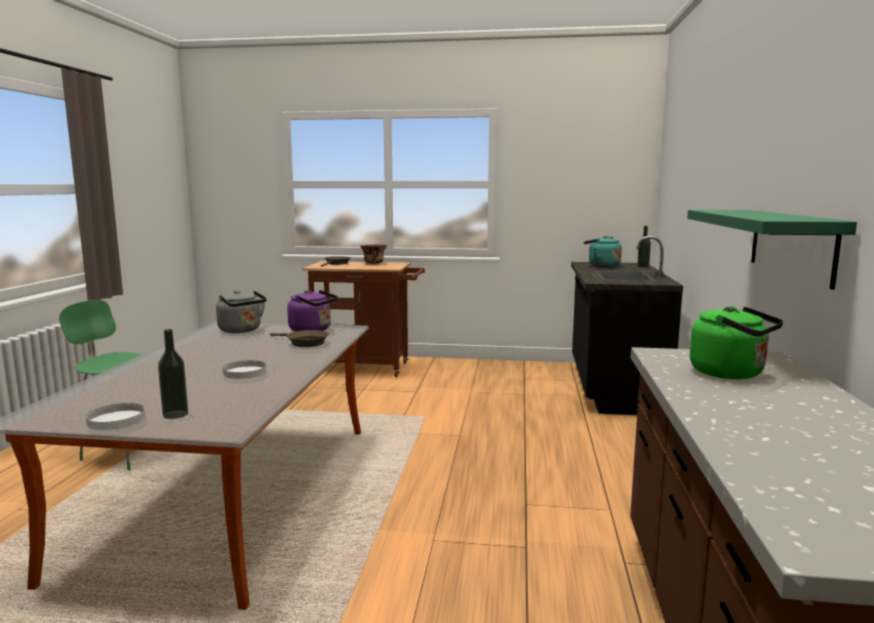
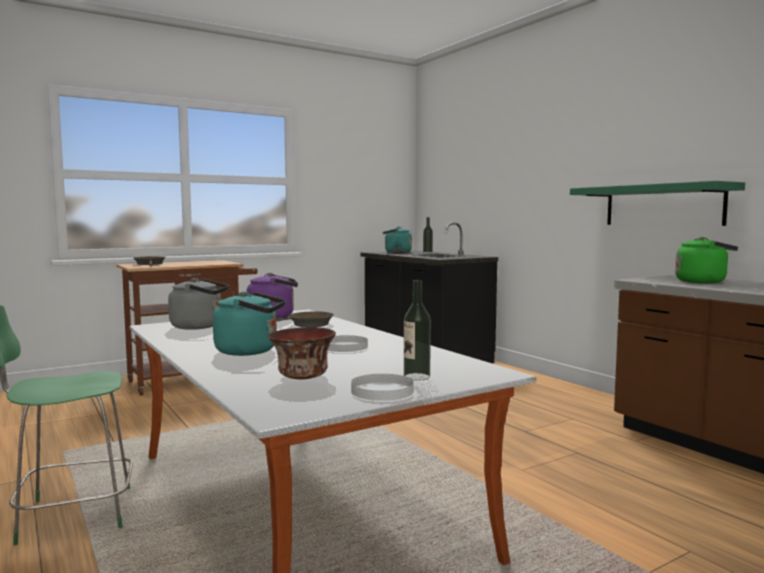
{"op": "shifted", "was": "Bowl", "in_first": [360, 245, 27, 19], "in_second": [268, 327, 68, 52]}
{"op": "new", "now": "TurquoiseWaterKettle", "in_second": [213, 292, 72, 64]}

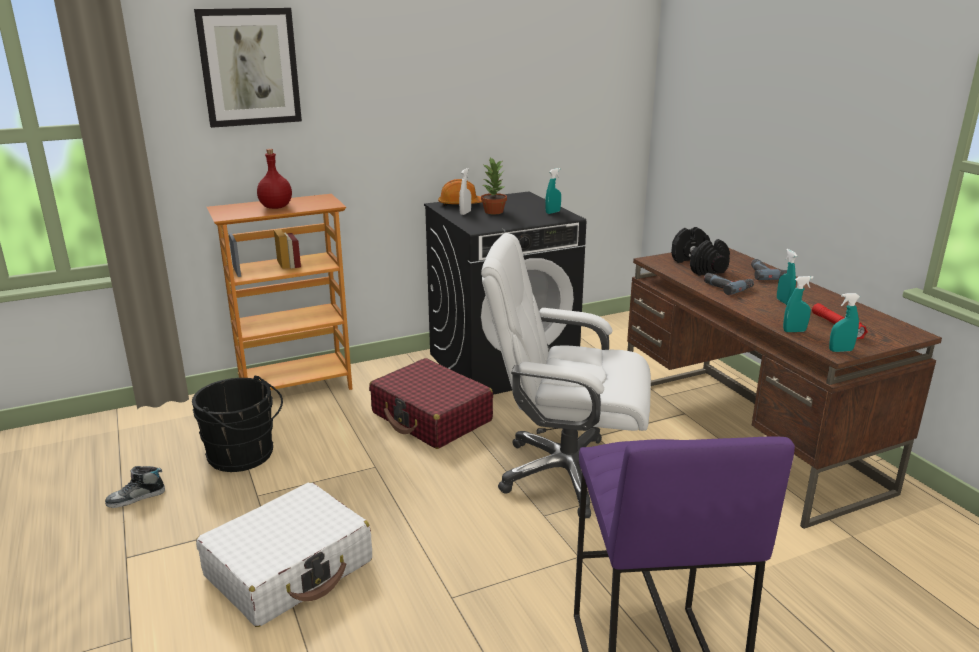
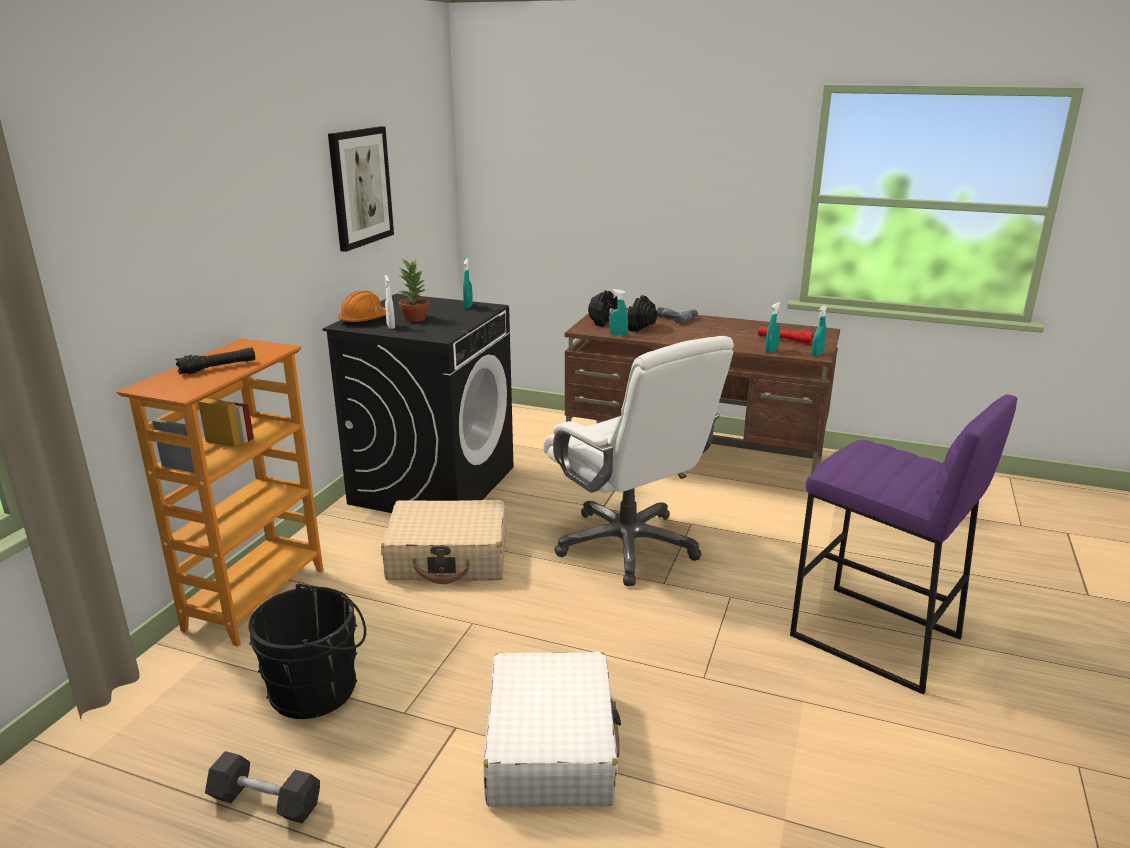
{"op": "shifted", "was": "WallPicture", "in_first": [194, 8, 108, 120], "in_second": [328, 126, 66, 126]}
{"op": "swapped", "was": "RedColouredBeverageBottle", "now": "BlackColouredFlashlight", "in_first": [257, 149, 35, 60], "in_second": [176, 348, 79, 26]}
{"op": "rotated", "was": "WhitishComputerChair", "in_first": [481, 233, 170, 285], "in_second": [543, 336, 191, 250], "clockwise": -90}
{"op": "shifted", "was": "TurquoiseSprayBottle", "in_first": [777, 249, 20, 56], "in_second": [609, 289, 19, 47]}
{"op": "gone", "was": "PowerDrill", "in_first": [704, 273, 50, 22]}
{"op": "repainted", "was": "RedColouredSuitcase", "now": "BeigeColouredSuitcase", "in_first": [369, 358, 124, 91], "in_second": [381, 500, 126, 84]}
{"op": "swapped", "was": "Shoe", "now": "GreyFreeWeight", "in_first": [105, 466, 60, 42], "in_second": [205, 751, 115, 72]}

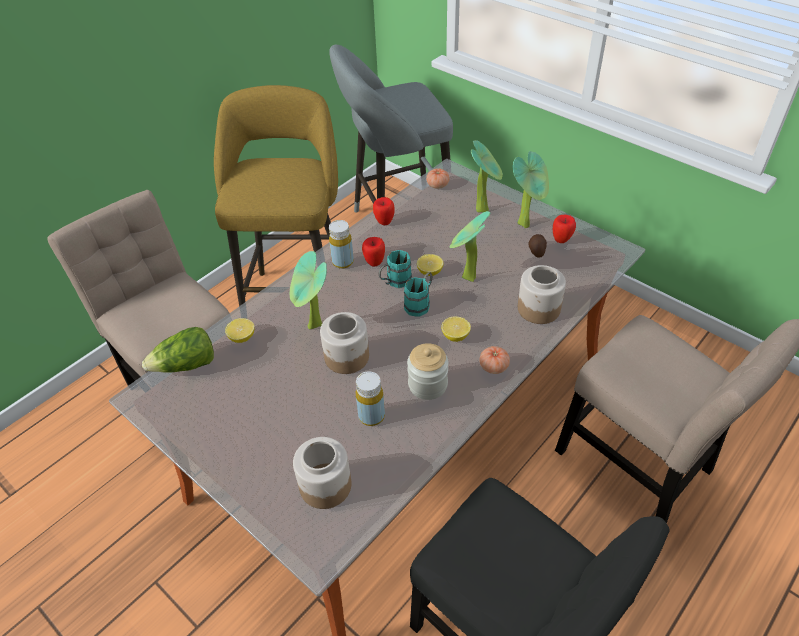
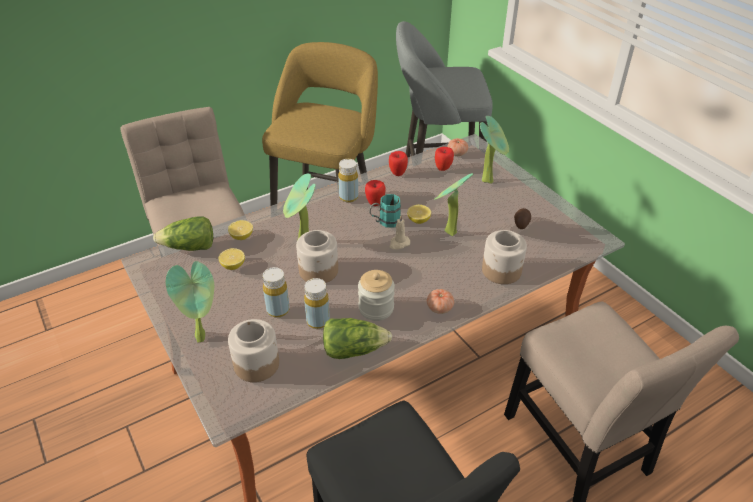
{"op": "shifted", "was": "PottedPlant", "in_first": [513, 151, 36, 77], "in_second": [166, 261, 48, 81]}
{"op": "shifted", "was": "AppleFruit", "in_first": [553, 215, 23, 28], "in_second": [435, 147, 19, 24]}
{"op": "swapped", "was": "TurquoiseTeaMug", "now": "BeigeColouredWaxLight", "in_first": [404, 272, 28, 45], "in_second": [389, 215, 21, 34]}
{"op": "shifted", "was": "WholeLemon", "in_first": [441, 317, 30, 25], "in_second": [219, 248, 26, 22]}
{"op": "new", "now": "YellowBeverageBottle", "in_second": [263, 267, 27, 51]}
{"op": "new", "now": "HeadOfLettuce", "in_second": [323, 318, 69, 41]}

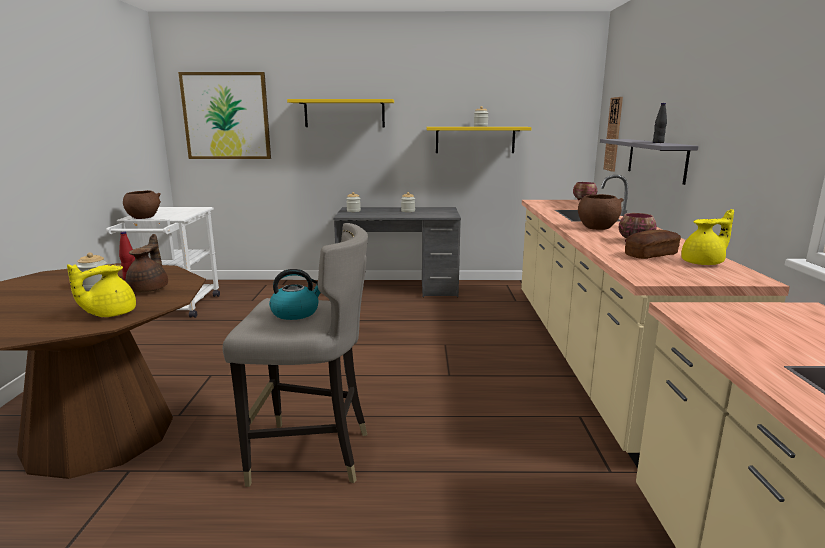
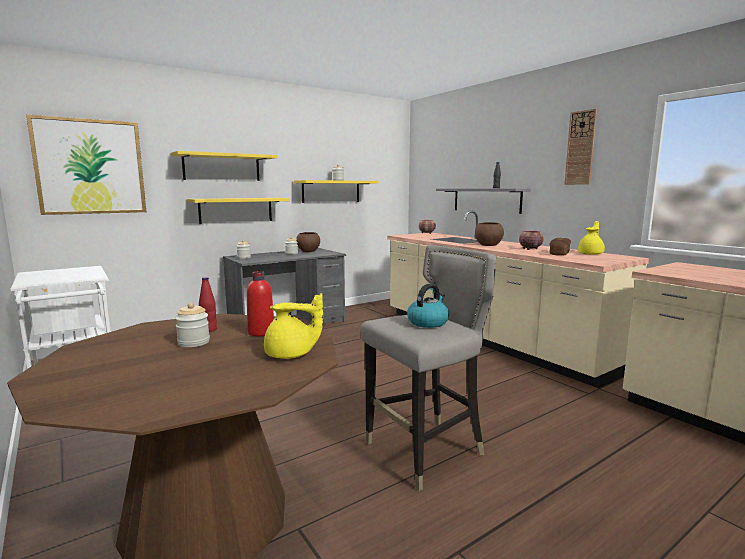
{"op": "shifted", "was": "ClockOnTheWall", "in_first": [603, 97, 20, 75], "in_second": [564, 109, 33, 76]}
{"op": "shifted", "was": "BrownColouredBowl", "in_first": [123, 190, 38, 29], "in_second": [296, 232, 24, 20]}
{"op": "swapped", "was": "BrownColouredPotForTea", "now": "RedColouredBeverageBottle", "in_first": [126, 234, 42, 59], "in_second": [247, 271, 27, 65]}
{"op": "rotated", "was": "YellowPotForTea", "in_first": [67, 264, 69, 53], "in_second": [264, 293, 59, 66], "clockwise": -90}
{"op": "new", "now": "YellowShelf", "in_second": [188, 198, 102, 26]}

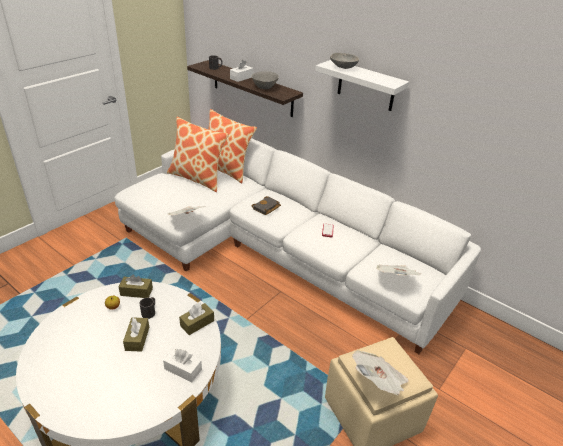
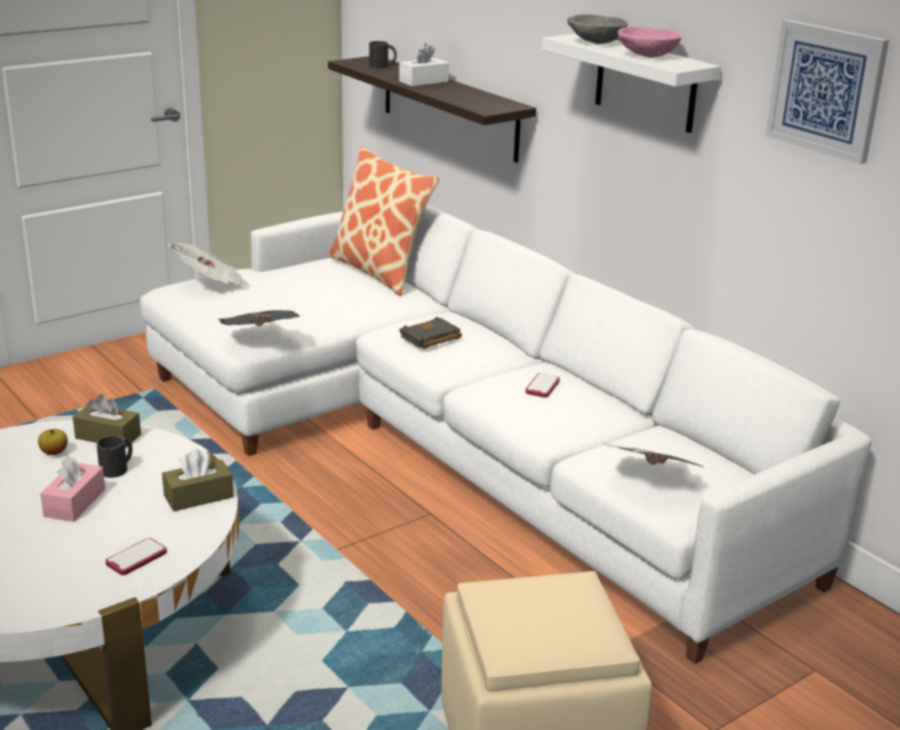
{"op": "gone", "was": "GreyBowl", "in_first": [252, 71, 27, 18]}
{"op": "gone", "was": "Cushion", "in_first": [167, 117, 62, 75]}
{"op": "repainted", "was": "BrownColouredBoxOfTissues", "now": "PinkishBoxOfTissues", "in_first": [123, 317, 26, 35], "in_second": [40, 455, 65, 67]}
{"op": "swapped", "was": "WhitishBoxOfTissues", "now": "Phone", "in_first": [163, 348, 39, 35], "in_second": [106, 538, 61, 37]}
{"op": "shifted", "was": "PrintedPaper", "in_first": [352, 350, 57, 45], "in_second": [167, 243, 84, 43]}
{"op": "new", "now": "WallPicture", "in_second": [765, 20, 124, 144]}
{"op": "new", "now": "PinkishBowl", "in_second": [618, 27, 64, 31]}

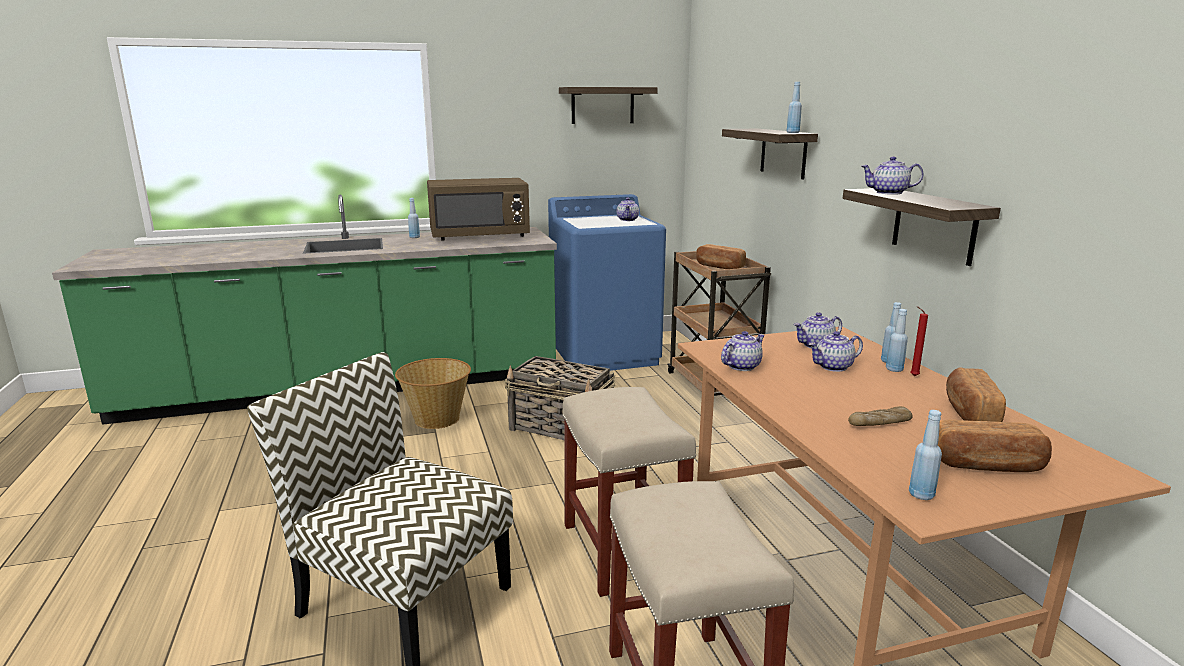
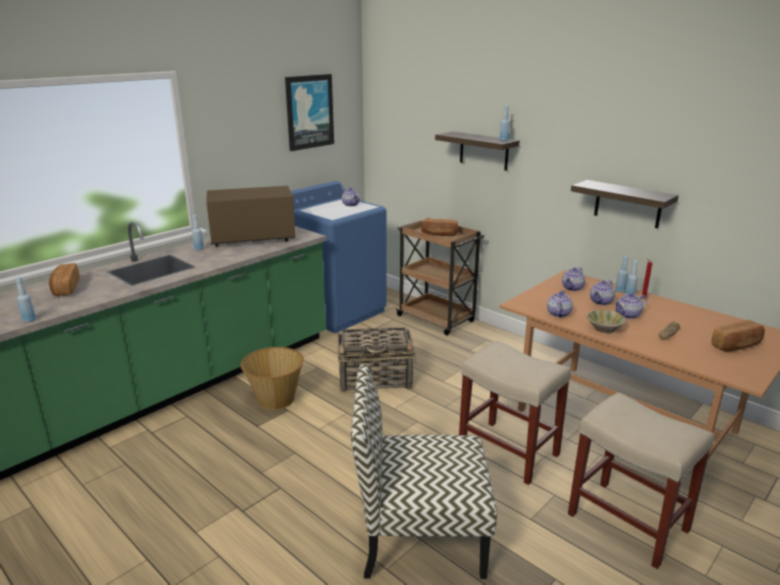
{"op": "swapped", "was": "Shelf", "now": "WallPicture", "in_first": [559, 87, 99, 37], "in_second": [285, 74, 49, 77]}
{"op": "shifted", "was": "PotForTea", "in_first": [861, 156, 62, 39], "in_second": [614, 293, 33, 26]}
{"op": "rotated", "was": "BrownColouredMicrowave", "in_first": [427, 178, 103, 62], "in_second": [206, 186, 90, 61], "clockwise": -150}
{"op": "shifted", "was": "Bread", "in_first": [946, 367, 60, 55], "in_second": [49, 263, 30, 33]}
{"op": "shifted", "was": "BlueColouredBeverageBottle", "in_first": [909, 410, 33, 90], "in_second": [16, 277, 20, 46]}
{"op": "new", "now": "BeigeColouredBowl", "in_second": [587, 309, 39, 24]}

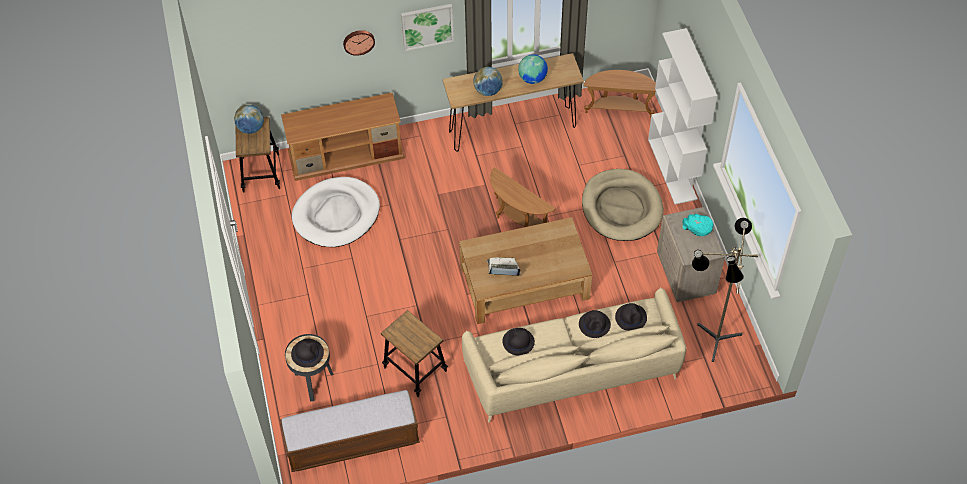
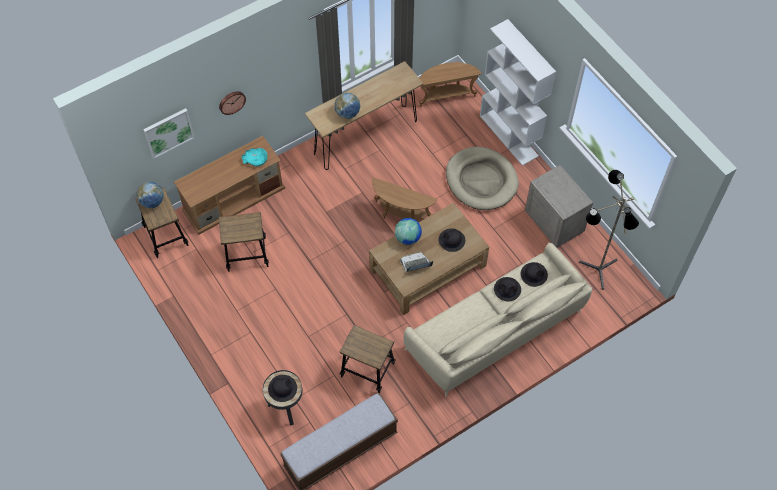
{"op": "shifted", "was": "WallPicture", "in_first": [401, 4, 53, 47], "in_second": [143, 108, 52, 51]}
{"op": "shifted", "was": "WorldGlobe", "in_first": [518, 54, 30, 30], "in_second": [395, 218, 27, 27]}
{"op": "swapped", "was": "WhitishDogBed", "now": "StoolSeat", "in_first": [292, 177, 88, 70], "in_second": [219, 212, 50, 60]}
{"op": "shifted", "was": "TurquoiseBowl", "in_first": [682, 214, 32, 22], "in_second": [242, 148, 25, 18]}
{"op": "shifted", "was": "BlackColouredHat", "in_first": [502, 328, 33, 28], "in_second": [439, 228, 26, 24]}

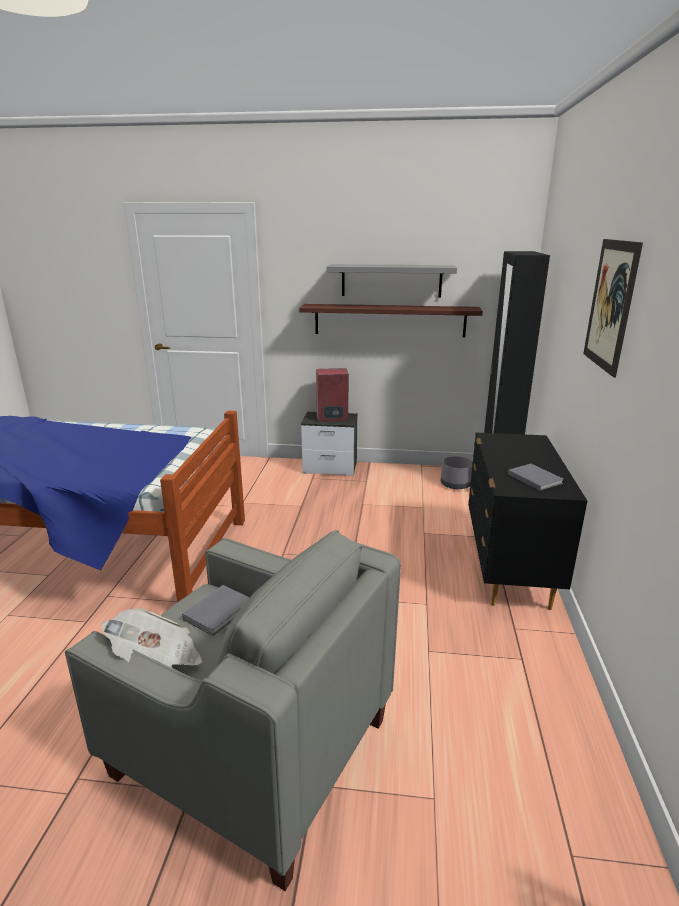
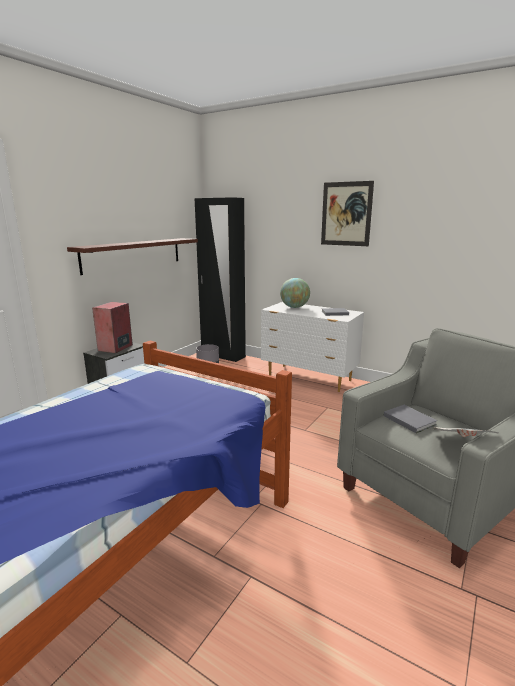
{"op": "gone", "was": "GreyShelf", "in_first": [327, 264, 130, 34]}
{"op": "repainted", "was": "BlackColouredDresser", "now": "WhitishDresser", "in_first": [468, 433, 119, 177], "in_second": [261, 302, 103, 90]}
{"op": "new", "now": "WorldGlobe", "in_second": [280, 278, 30, 30]}

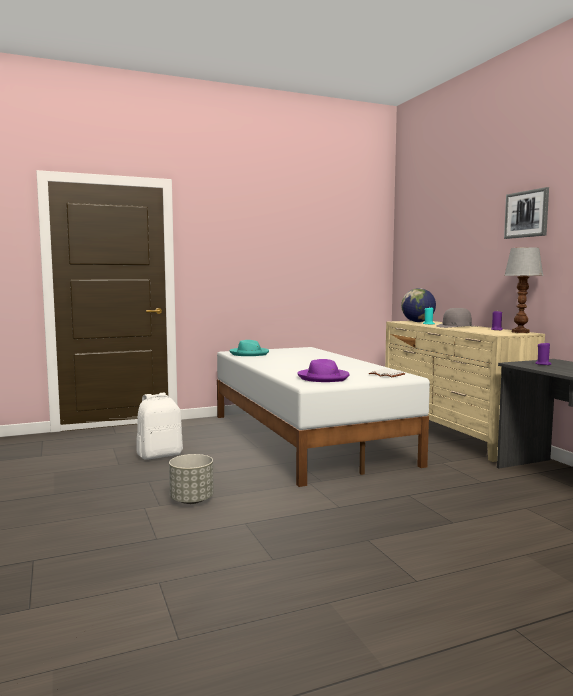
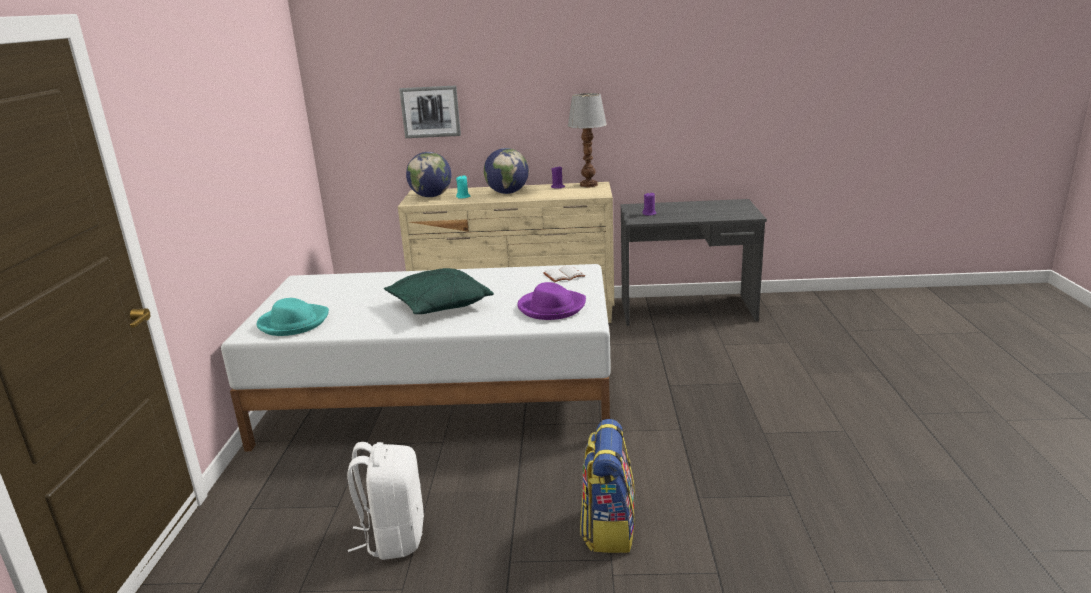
{"op": "shifted", "was": "WallPicture", "in_first": [504, 187, 45, 52], "in_second": [399, 85, 62, 53]}
{"op": "swapped", "was": "GreyHat", "now": "WorldGlobe", "in_first": [436, 308, 41, 20], "in_second": [484, 148, 45, 46]}
{"op": "swapped", "was": "GreyPlantPot", "now": "Rucksack", "in_first": [169, 454, 45, 50], "in_second": [580, 419, 55, 134]}
{"op": "new", "now": "GreenColouredCushion", "in_second": [384, 268, 110, 46]}

